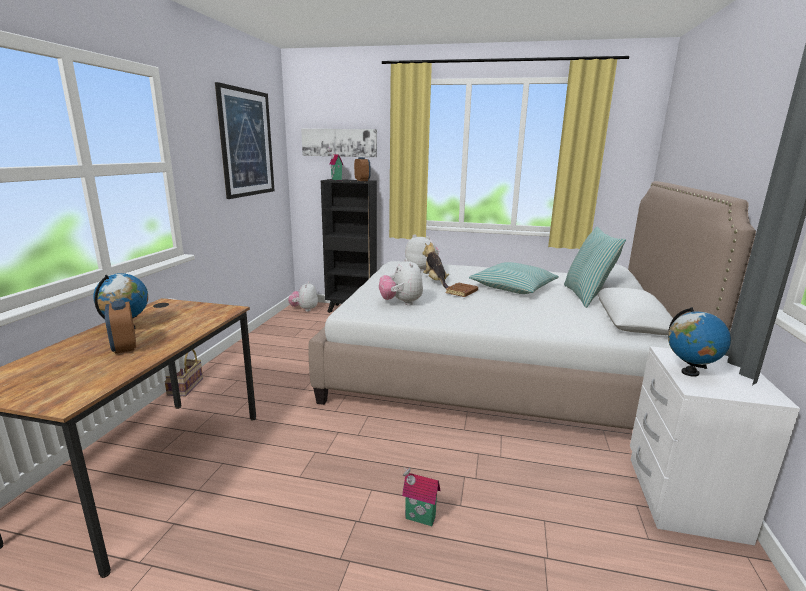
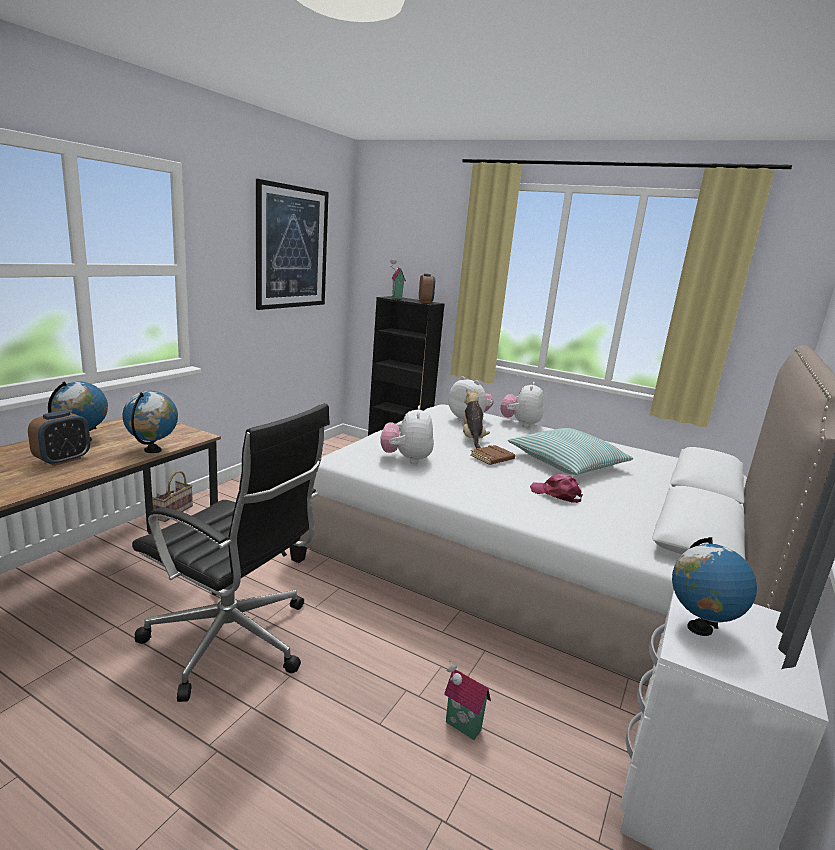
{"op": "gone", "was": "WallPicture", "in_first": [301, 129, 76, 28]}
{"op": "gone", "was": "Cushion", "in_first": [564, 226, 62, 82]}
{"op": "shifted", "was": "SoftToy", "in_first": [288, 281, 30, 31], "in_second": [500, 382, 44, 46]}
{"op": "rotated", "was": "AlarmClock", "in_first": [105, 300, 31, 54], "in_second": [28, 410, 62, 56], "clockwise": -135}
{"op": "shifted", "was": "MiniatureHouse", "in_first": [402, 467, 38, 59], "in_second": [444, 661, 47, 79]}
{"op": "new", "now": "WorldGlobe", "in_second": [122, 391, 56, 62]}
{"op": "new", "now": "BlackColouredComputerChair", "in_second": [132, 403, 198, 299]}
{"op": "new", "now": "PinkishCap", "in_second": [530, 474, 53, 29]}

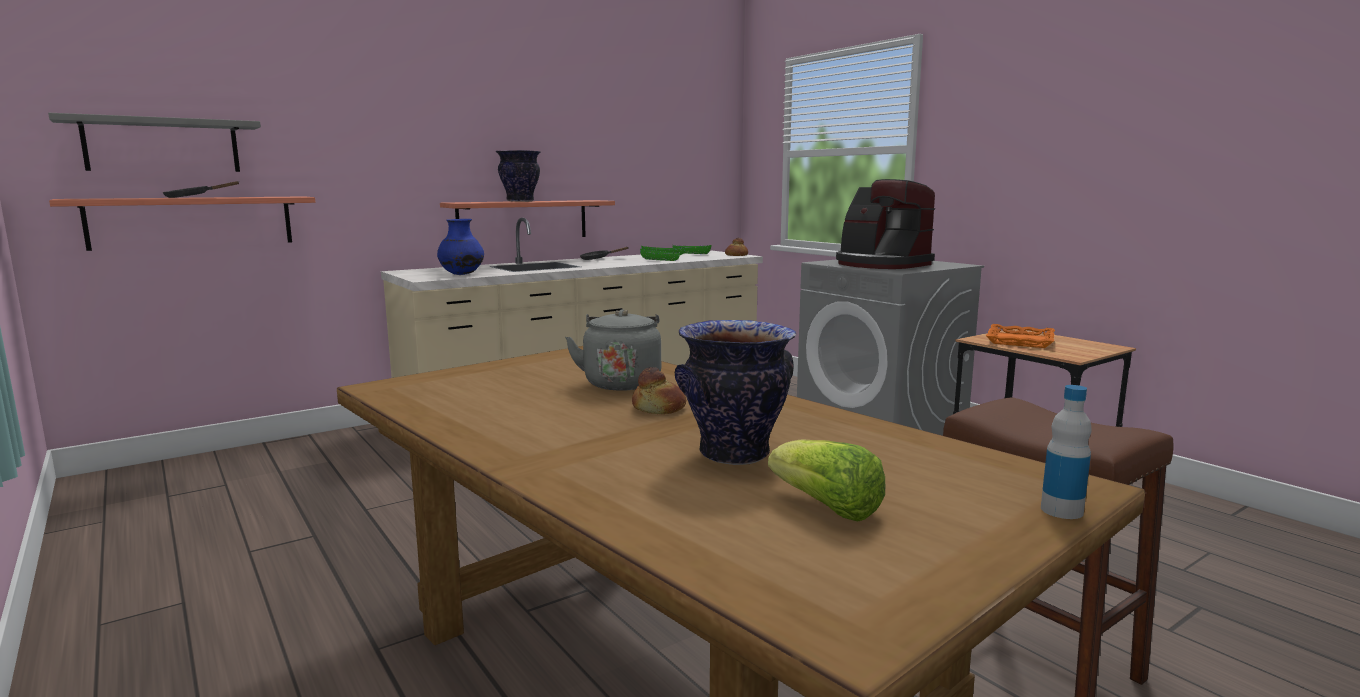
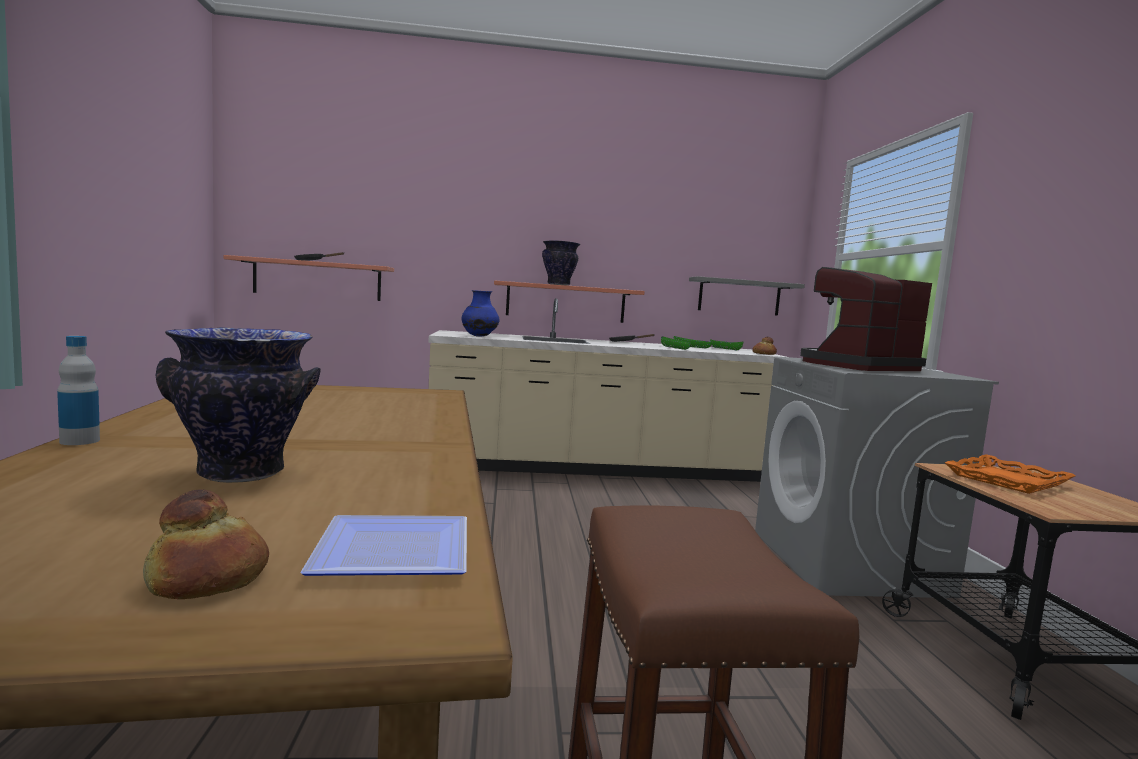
{"op": "shifted", "was": "GreyShelf", "in_first": [48, 113, 213, 59], "in_second": [689, 276, 116, 40]}
{"op": "rotated", "was": "CoffeeMachine", "in_first": [836, 179, 99, 90], "in_second": [800, 267, 132, 104], "clockwise": 75}
{"op": "gone", "was": "GreyWaterKettle", "in_first": [565, 309, 96, 82]}
{"op": "shifted", "was": "Bread", "in_first": [632, 367, 54, 47], "in_second": [143, 489, 126, 110]}
{"op": "shifted", "was": "BeverageBottle", "in_first": [1041, 385, 51, 134], "in_second": [57, 336, 43, 109]}
{"op": "gone", "was": "HeadOfLettuce", "in_first": [768, 439, 117, 83]}
{"op": "new", "now": "Plate", "in_second": [300, 515, 167, 61]}

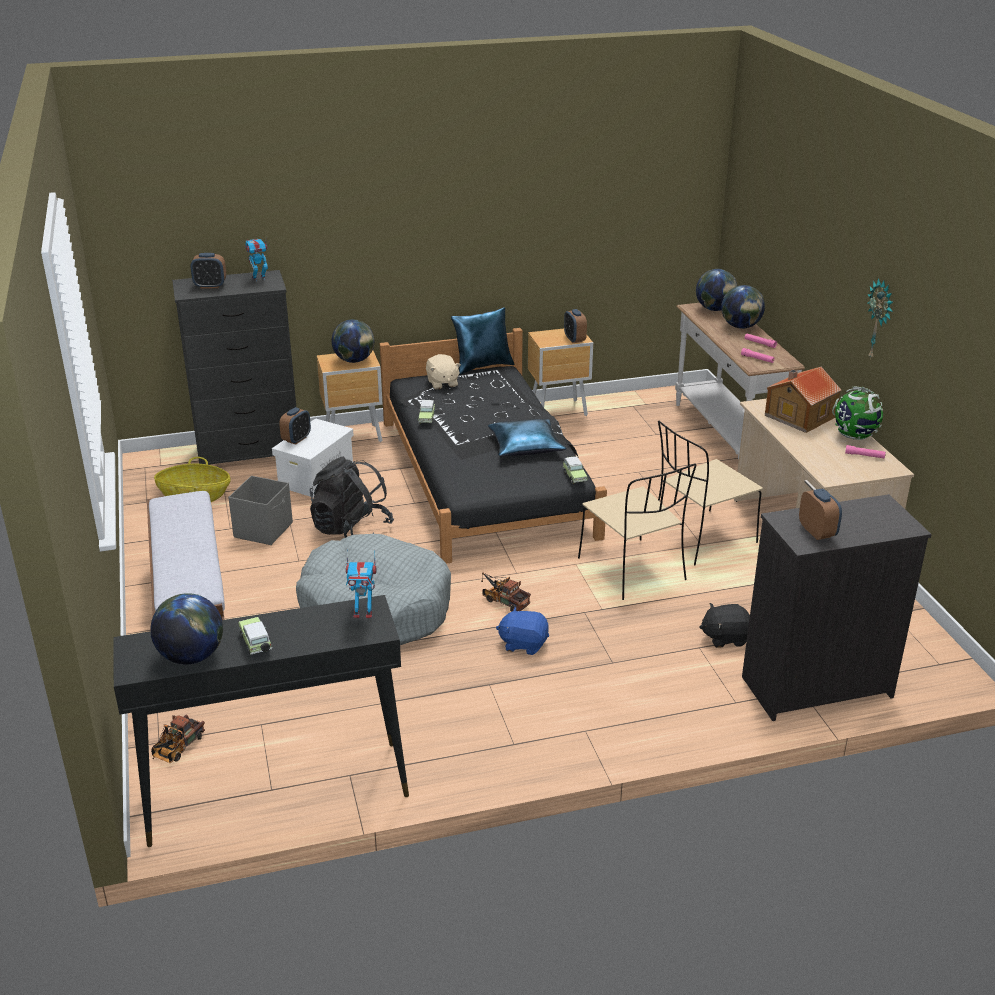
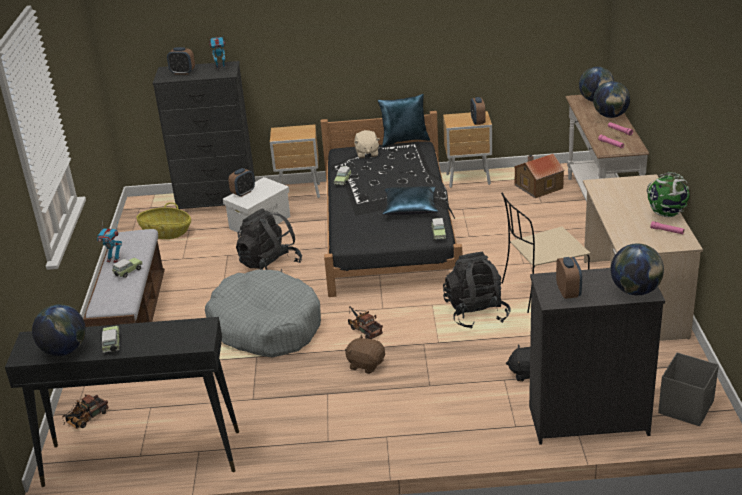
{"op": "gone", "was": "ClockOnTheWall", "in_first": [867, 278, 26, 81]}
{"op": "shifted", "was": "WorldGlobe", "in_first": [331, 319, 43, 44], "in_second": [611, 243, 53, 52]}
{"op": "shifted", "was": "MiniatureHouse", "in_first": [765, 367, 76, 66], "in_second": [514, 154, 50, 44]}
{"op": "swapped", "was": "BeigeColouredUprightChair", "now": "BlackColouredRucksack", "in_first": [578, 464, 118, 136], "in_second": [443, 252, 68, 77]}
{"op": "shifted", "was": "GreyStorageContainer", "in_first": [228, 476, 65, 69], "in_second": [658, 353, 61, 73]}
{"op": "shifted", "was": "RobotFigure", "in_first": [346, 549, 30, 69], "in_second": [97, 221, 25, 42]}
{"op": "repainted", "was": "BlueColouredSoftToy", "now": "BrownColouredSoftToy", "in_first": [496, 607, 53, 48], "in_second": [345, 335, 40, 39]}
{"op": "new", "now": "MiniatureCar", "in_second": [112, 258, 31, 20]}

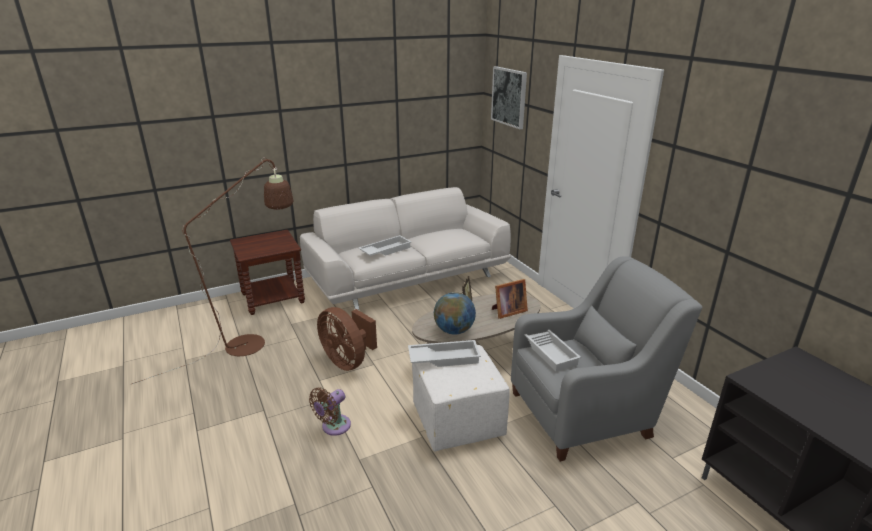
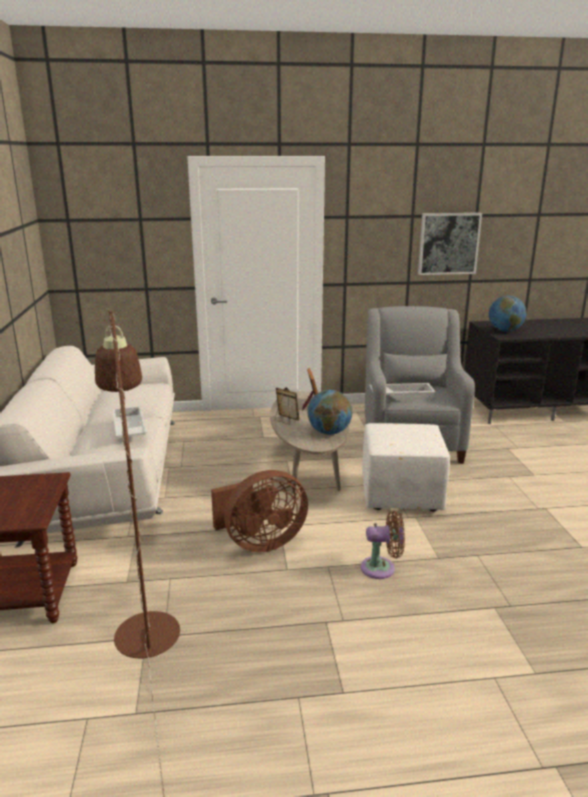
{"op": "shifted", "was": "WallPicture", "in_first": [491, 66, 36, 63], "in_second": [418, 213, 64, 62]}
{"op": "gone", "was": "WhitishServingTray", "in_first": [408, 340, 73, 27]}
{"op": "rotated", "was": "BrownColouredCoolingFan", "in_first": [309, 388, 42, 48], "in_second": [361, 511, 44, 68], "clockwise": -60}
{"op": "new", "now": "WorldGlobe", "in_second": [489, 295, 38, 37]}

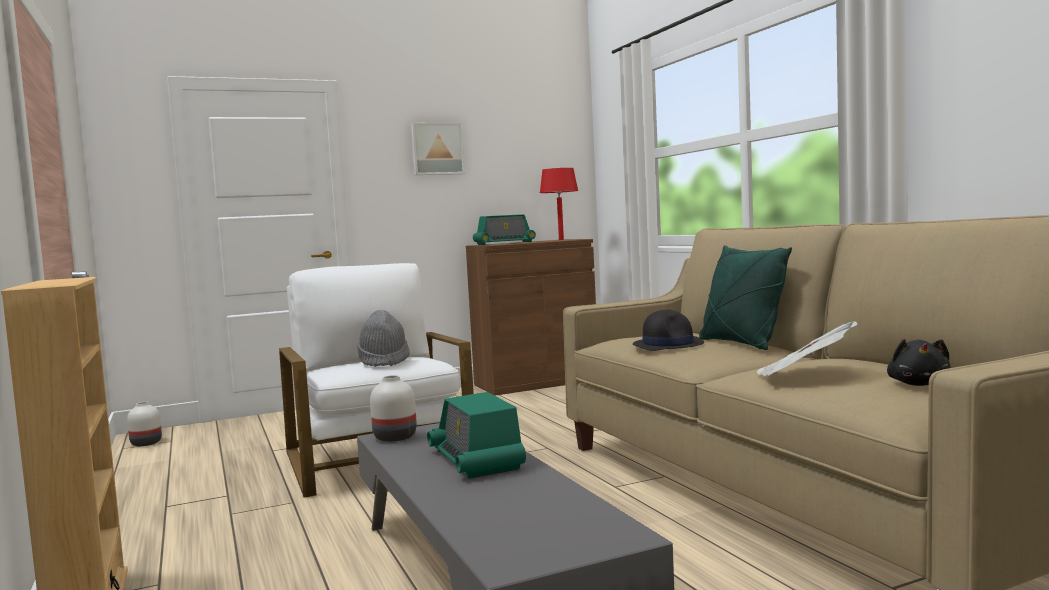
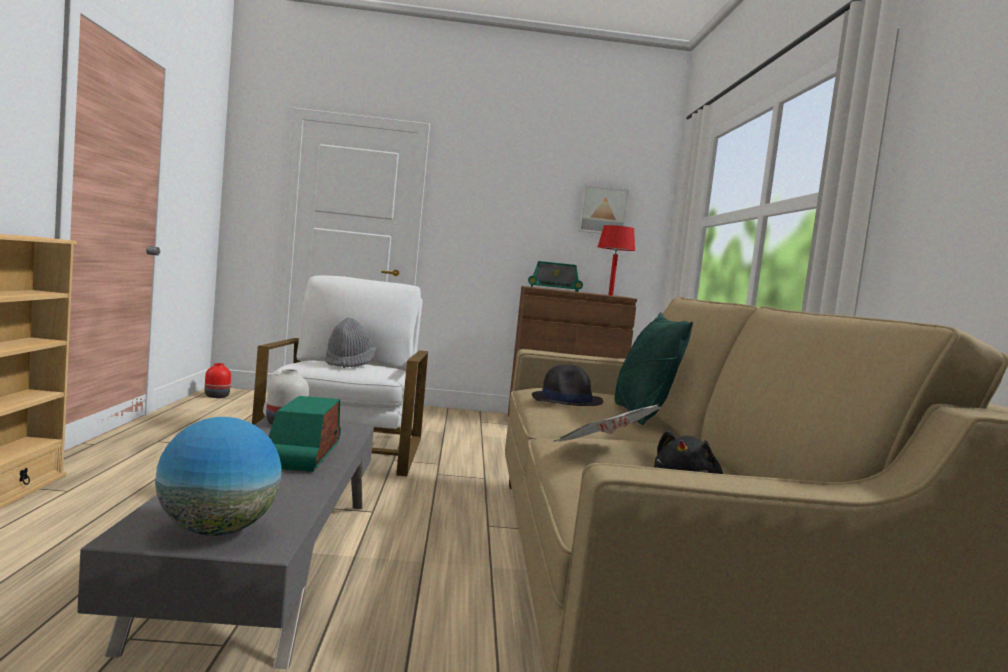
{"op": "shifted", "was": "WallPicture", "in_first": [411, 123, 54, 52], "in_second": [578, 184, 52, 50]}
{"op": "repainted", "was": "WhitishDecorativeVase", "now": "RedColouredDecorativeVase", "in_first": [127, 402, 35, 44], "in_second": [205, 363, 26, 35]}
{"op": "new", "now": "WorldGlobe", "in_second": [155, 417, 126, 119]}

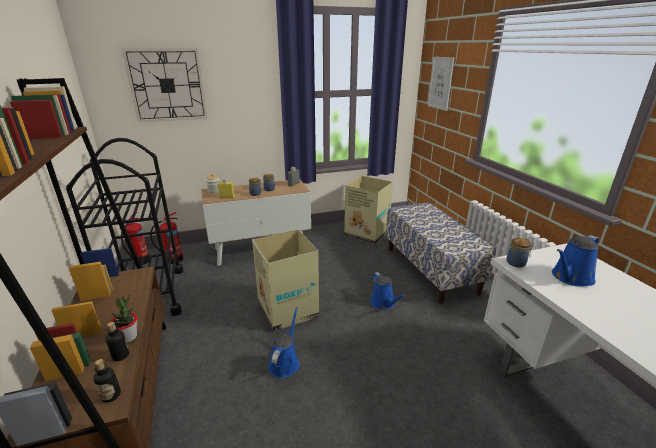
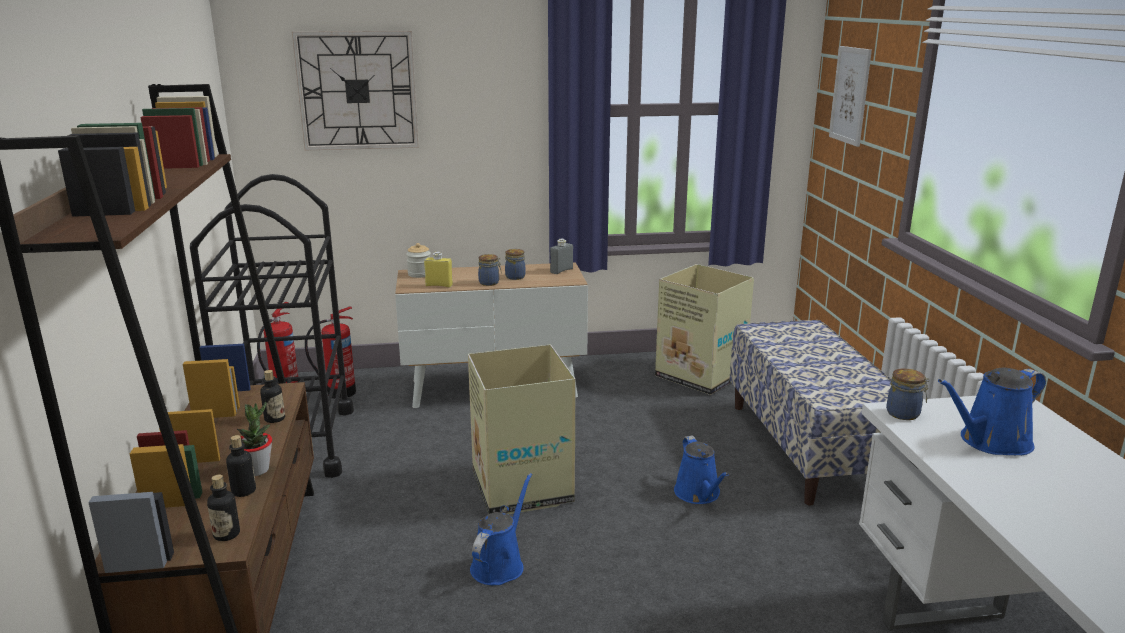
{"op": "new", "now": "BeverageBottle", "in_second": [260, 370, 25, 53]}

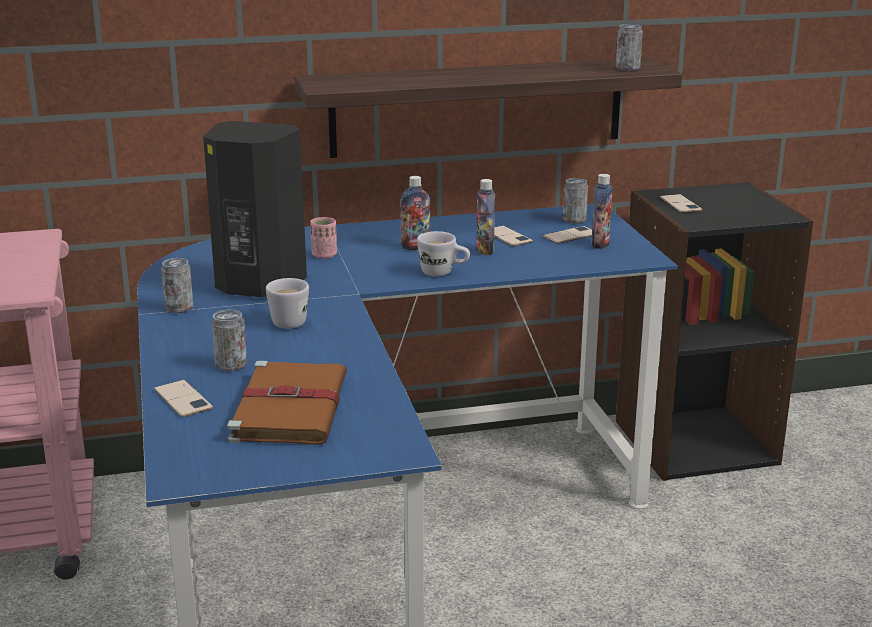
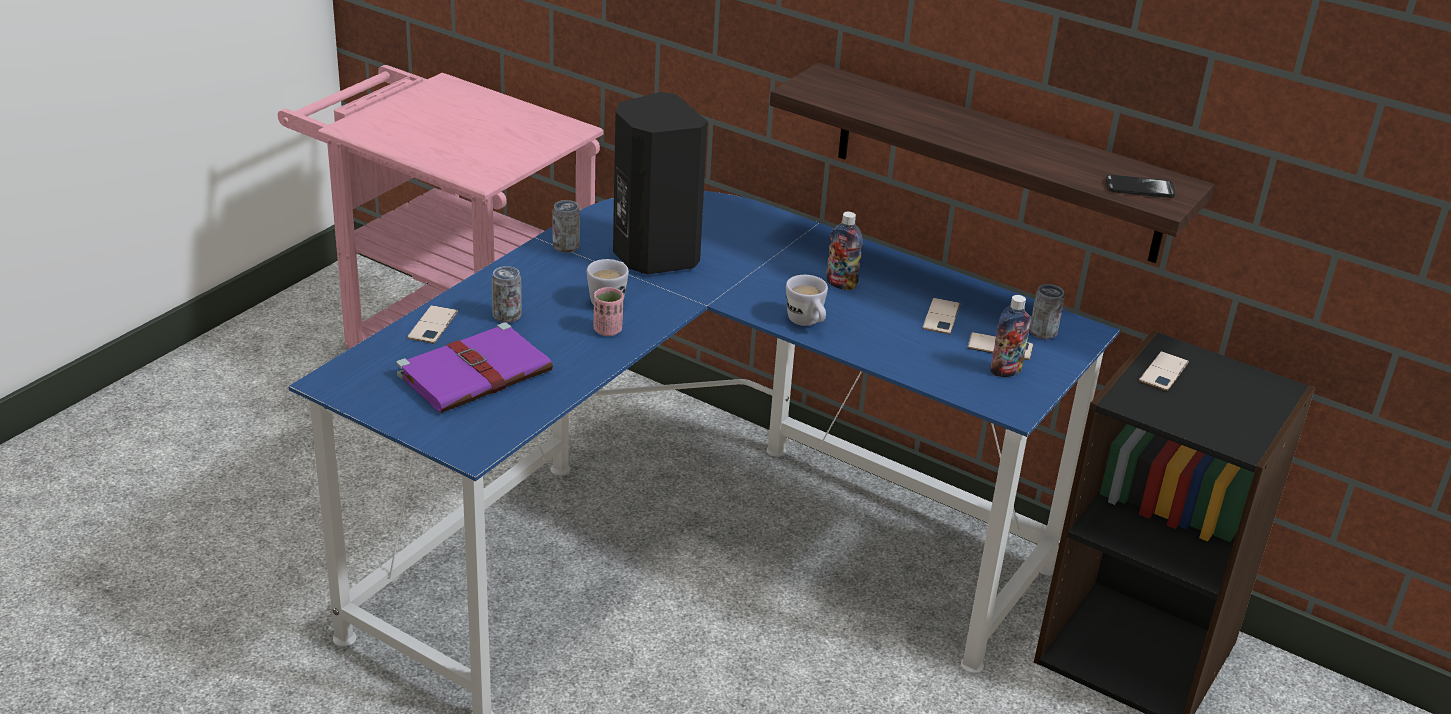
{"op": "swapped", "was": "SealedCan", "now": "Phone", "in_first": [616, 24, 27, 47], "in_second": [1106, 175, 69, 23]}
{"op": "gone", "was": "BeverageBottle", "in_first": [476, 179, 19, 76]}
{"op": "shifted", "was": "PinkishDrinkingCup", "in_first": [310, 217, 27, 42], "in_second": [593, 287, 30, 49]}
{"op": "repainted", "was": "BrownColouredBoundBook", "now": "PurplishBoundBook", "in_first": [227, 361, 120, 84], "in_second": [396, 322, 157, 91]}

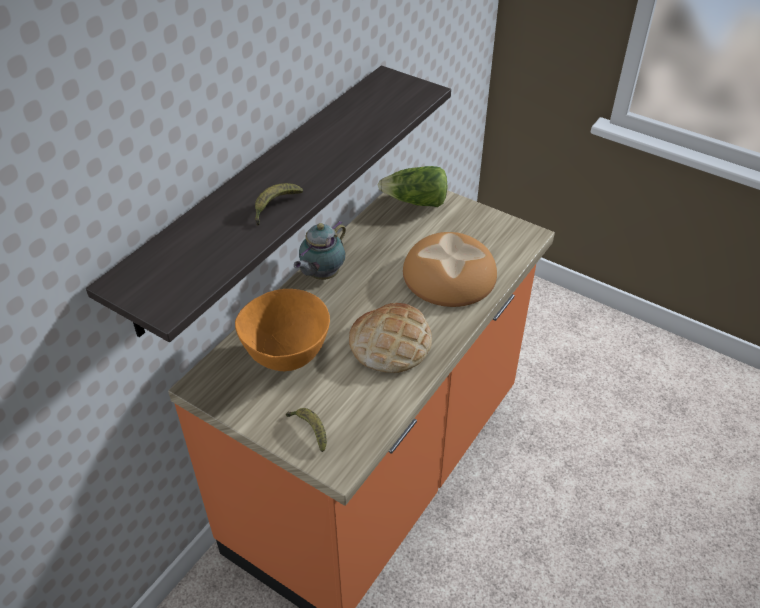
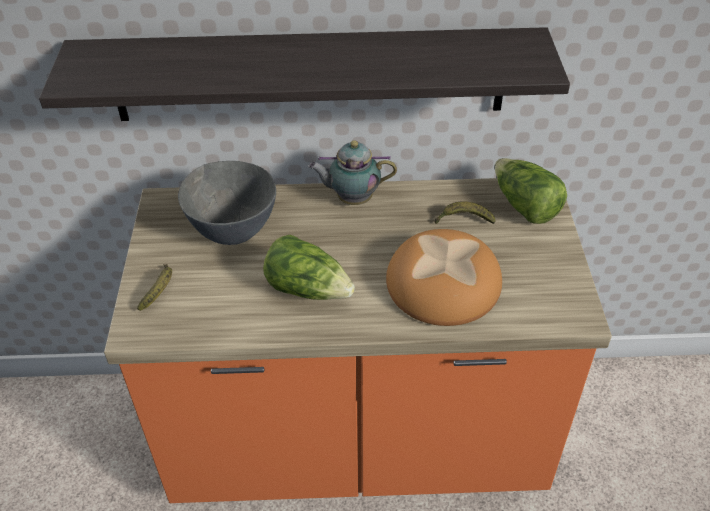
{"op": "shifted", "was": "WholeBanana", "in_first": [255, 183, 48, 42], "in_second": [435, 201, 61, 23]}
{"op": "repainted", "was": "OrangeBowl", "now": "GreyBowl", "in_first": [235, 289, 95, 82], "in_second": [178, 161, 98, 84]}
{"op": "swapped", "was": "Bread", "now": "HeadOfLettuce", "in_first": [349, 303, 83, 70], "in_second": [263, 235, 92, 65]}

